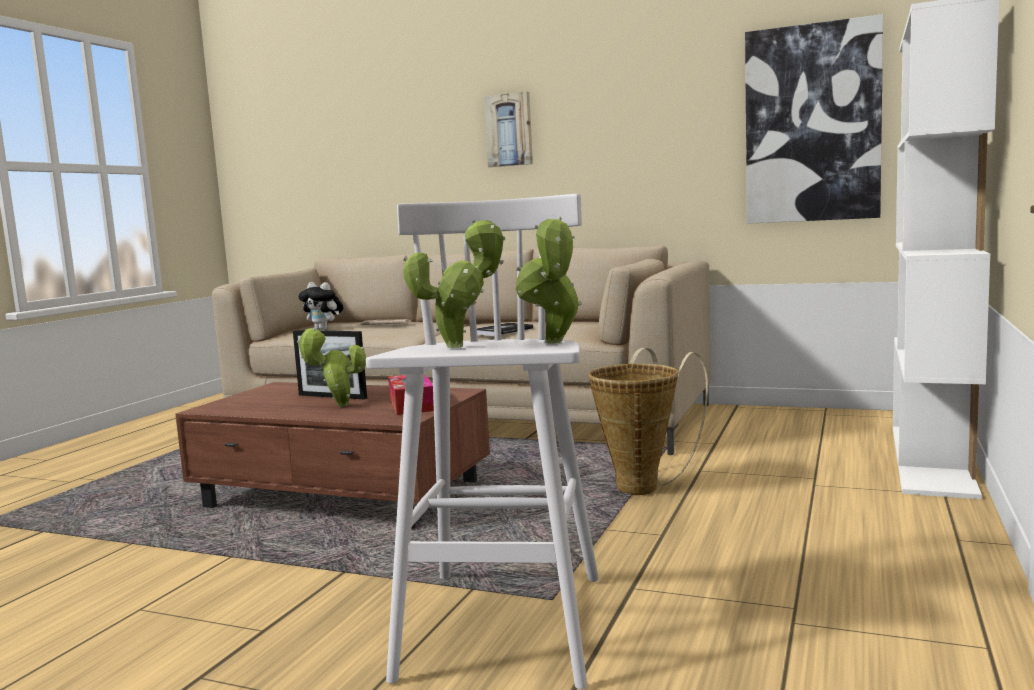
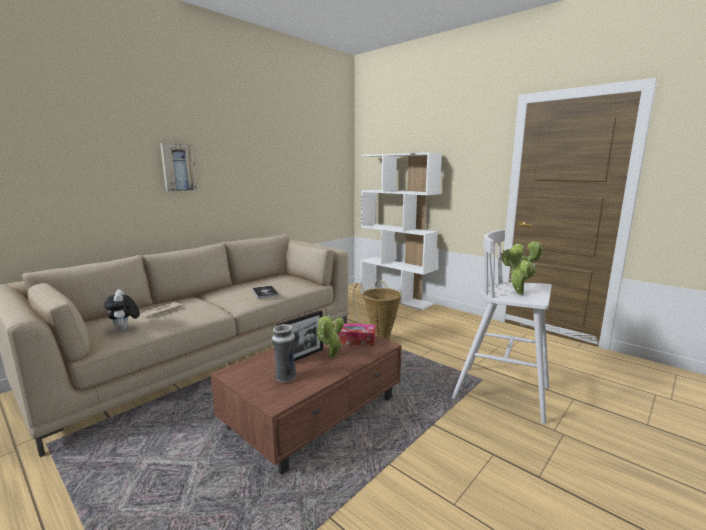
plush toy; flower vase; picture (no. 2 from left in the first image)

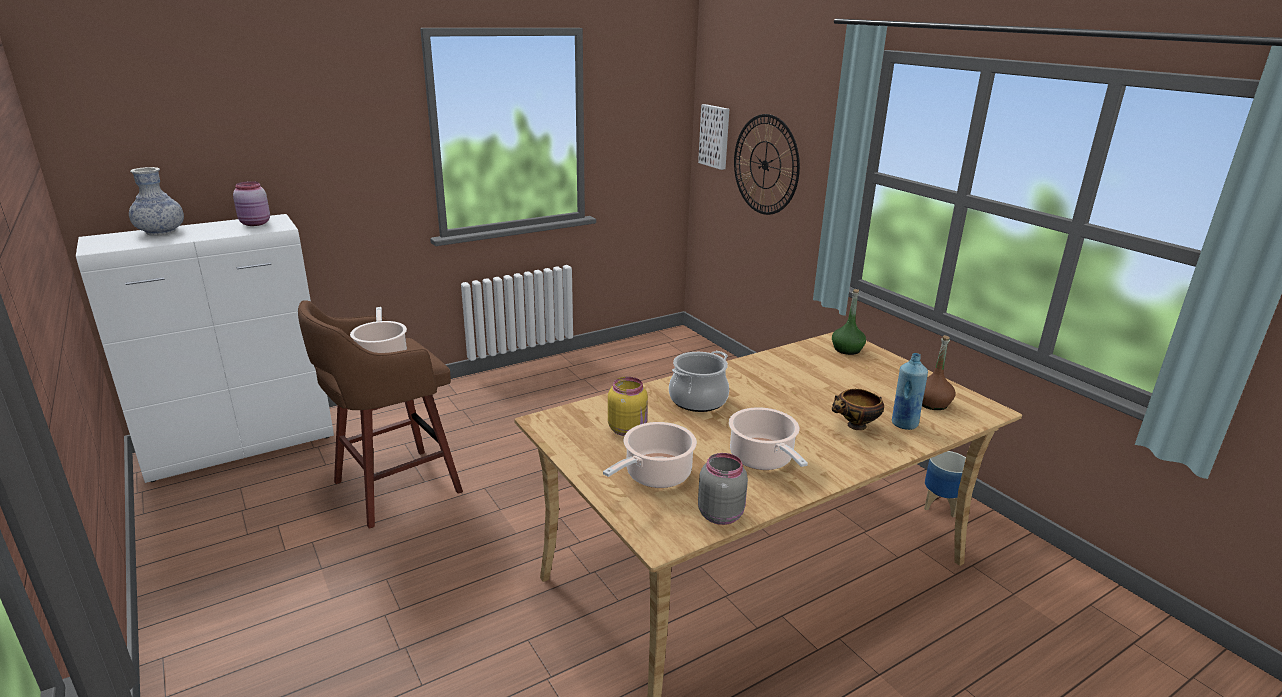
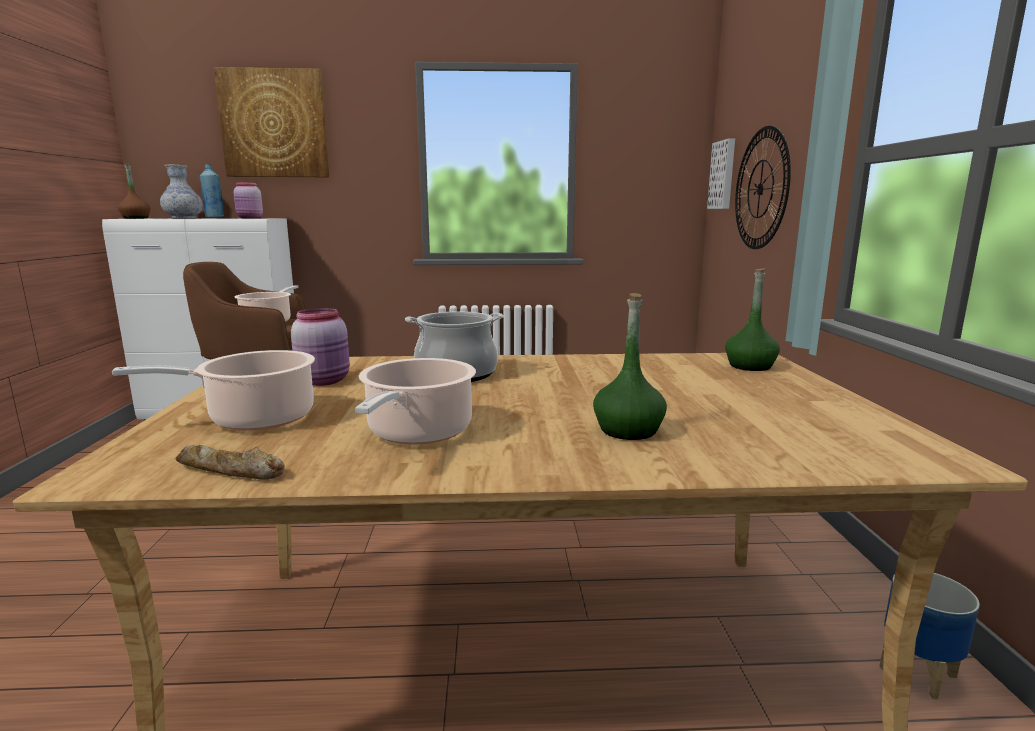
brown-coloured bottle; bread; blue-coloured bottle; picture (no. 1 from left); pink-coloured storage jar (no. 2 from left); green bottle (no. 1 from left)

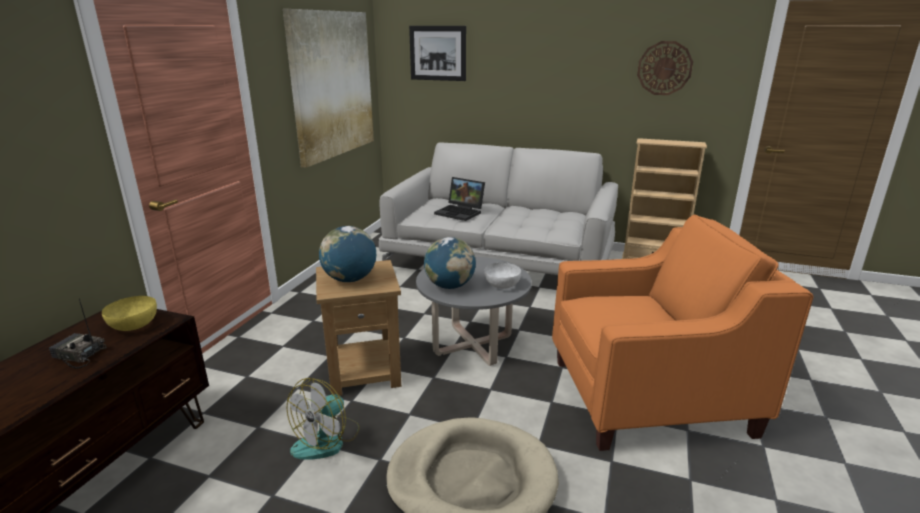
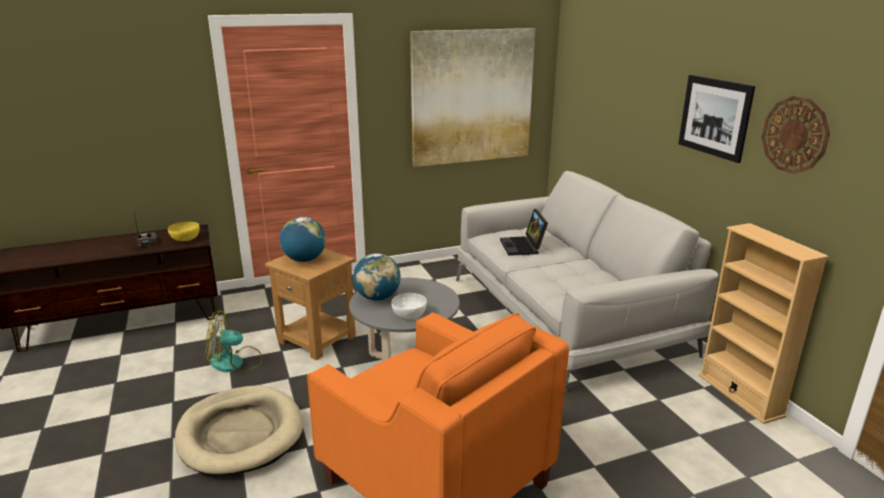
picture (no. 2 from left)

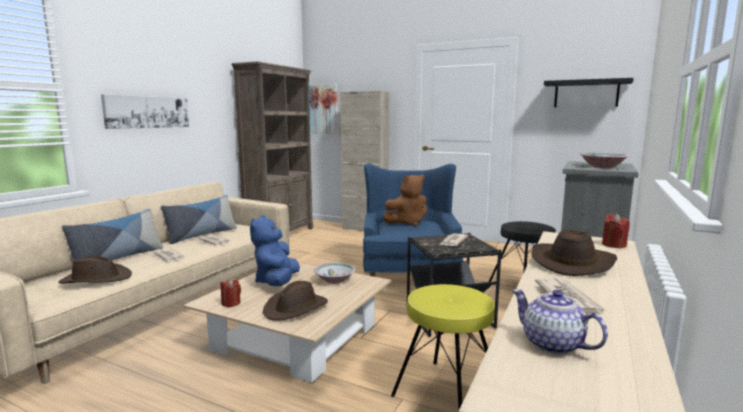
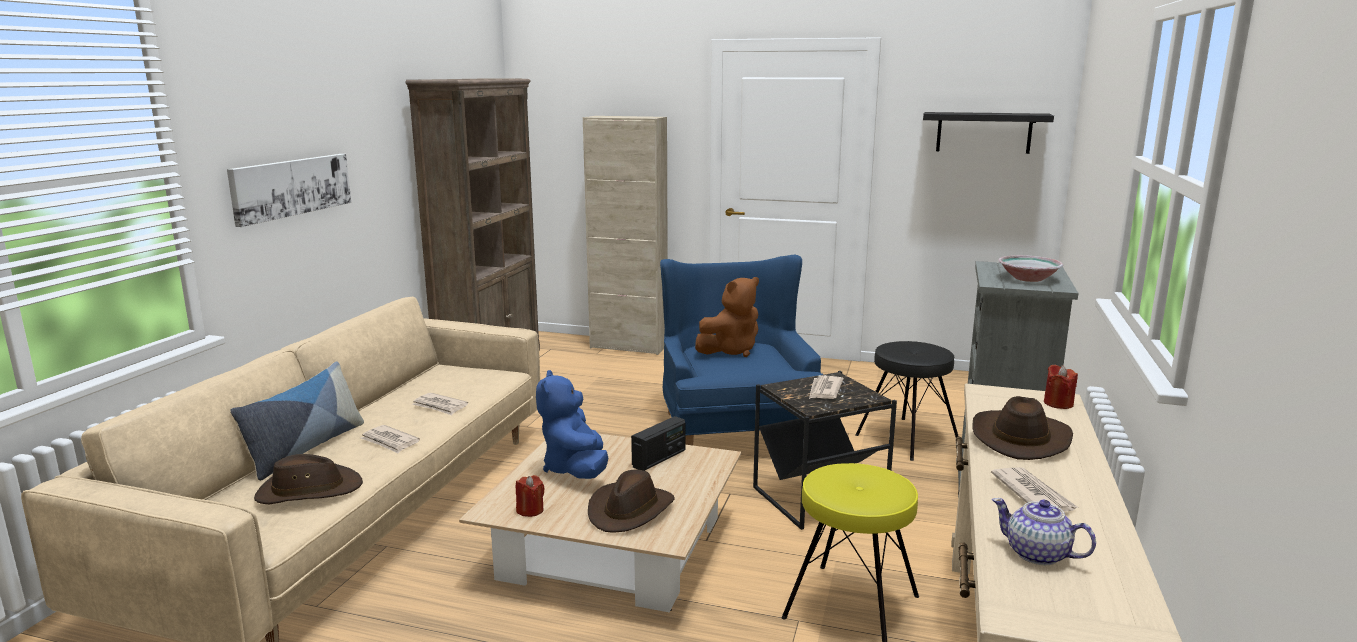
radio receiver; throw pillow (no. 2 from left in the first image); picture (no. 2 from left in the first image)

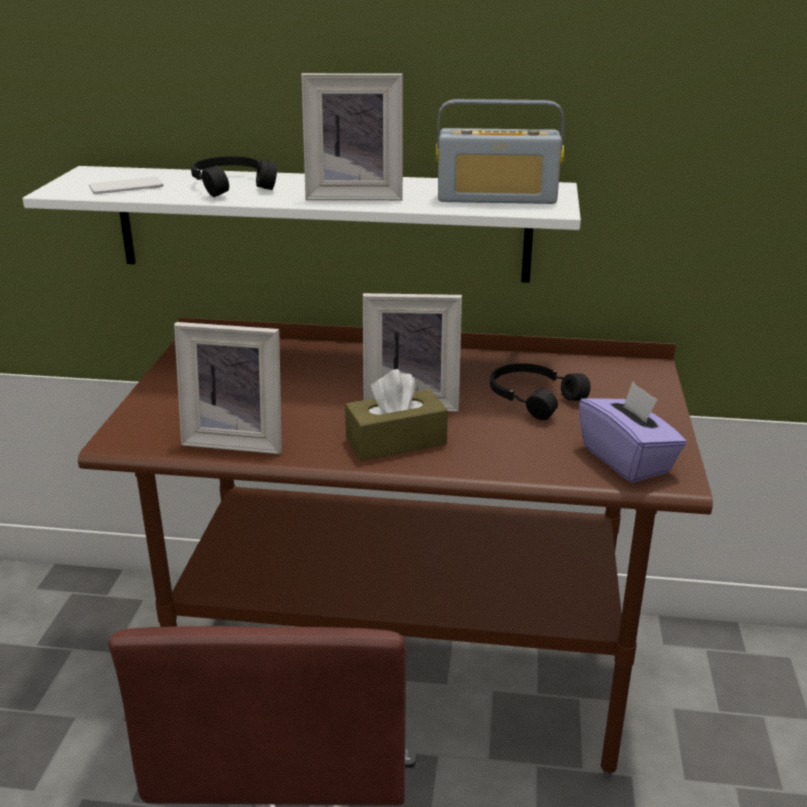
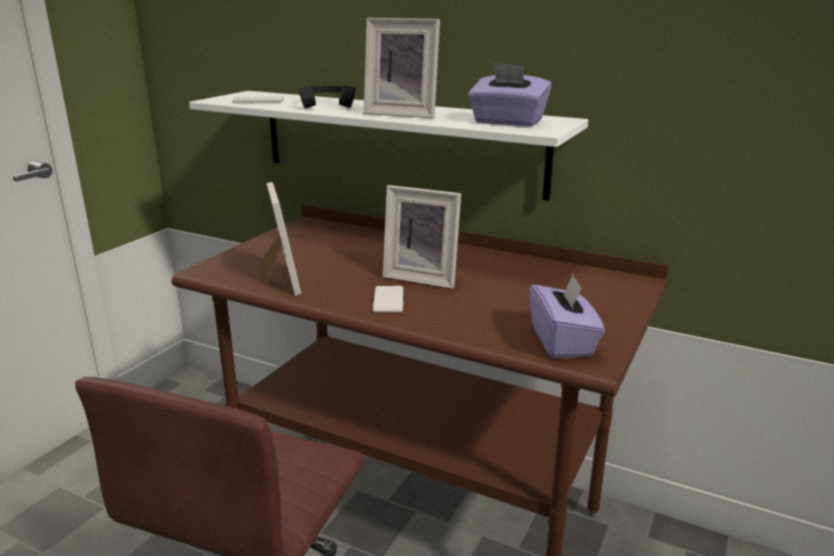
picture frame (no. 1 from left); phone (no. 2 from left); purplish box of tissues (no. 1 from left); black-coloured headset (no. 2 from left in the first image)

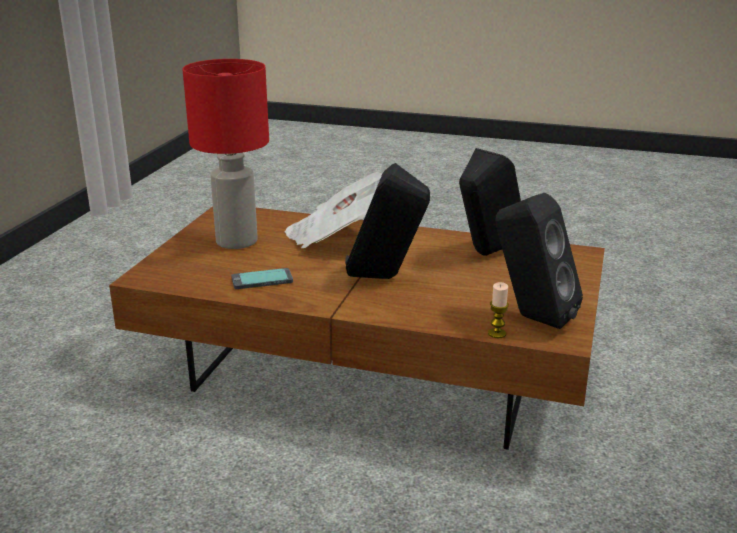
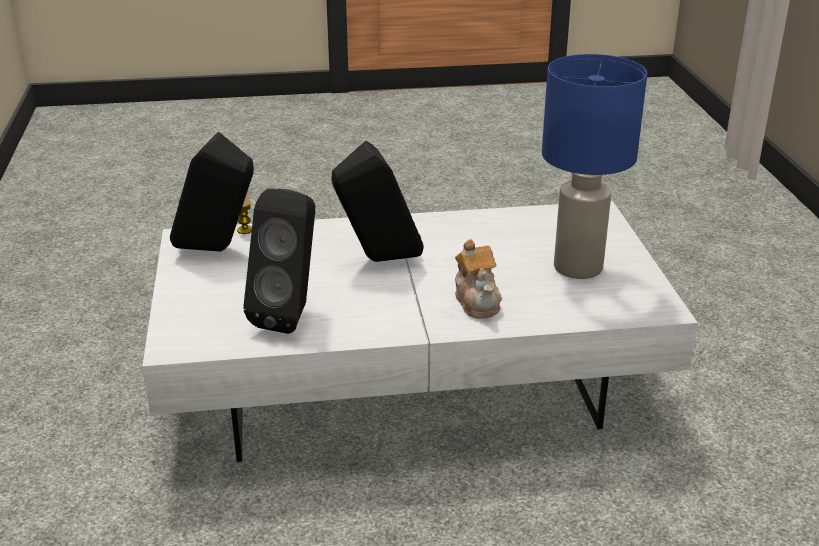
whitish coffee table; tea pot; blue-coloured lamp for a table; phone

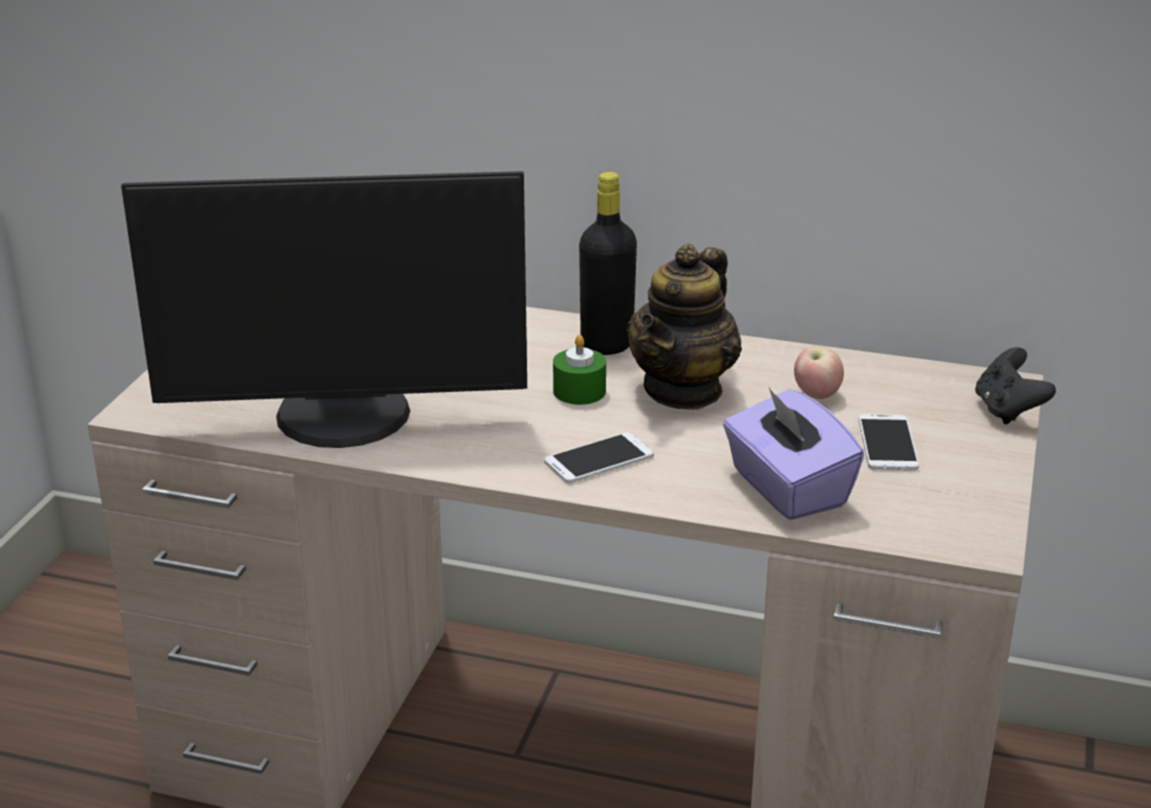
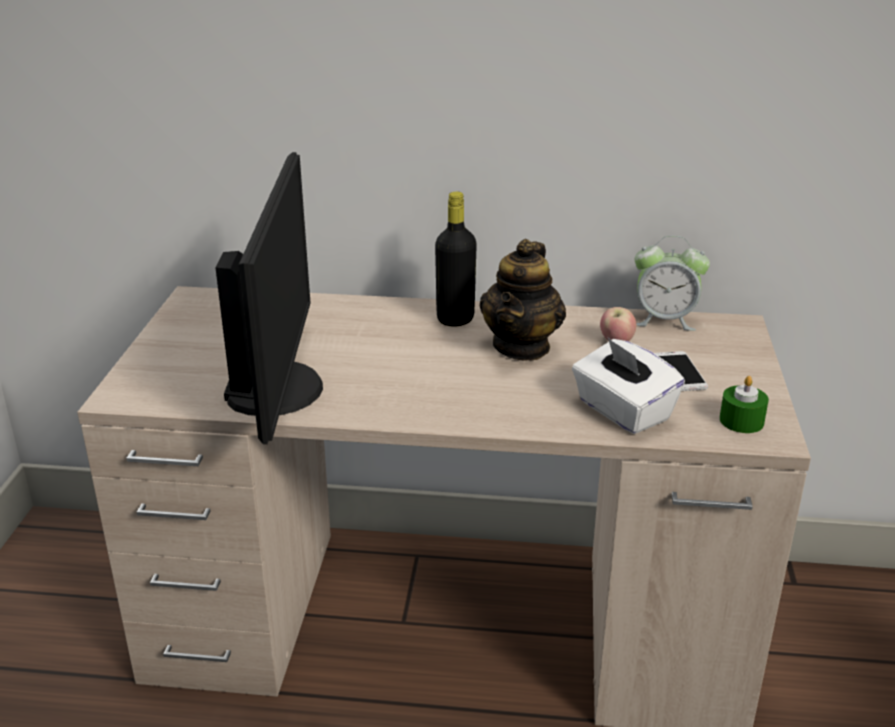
monitor; whitish box of tissues; alarm clock; green wax candle; phone (no. 1 from left in the first image); black-coloured game controller

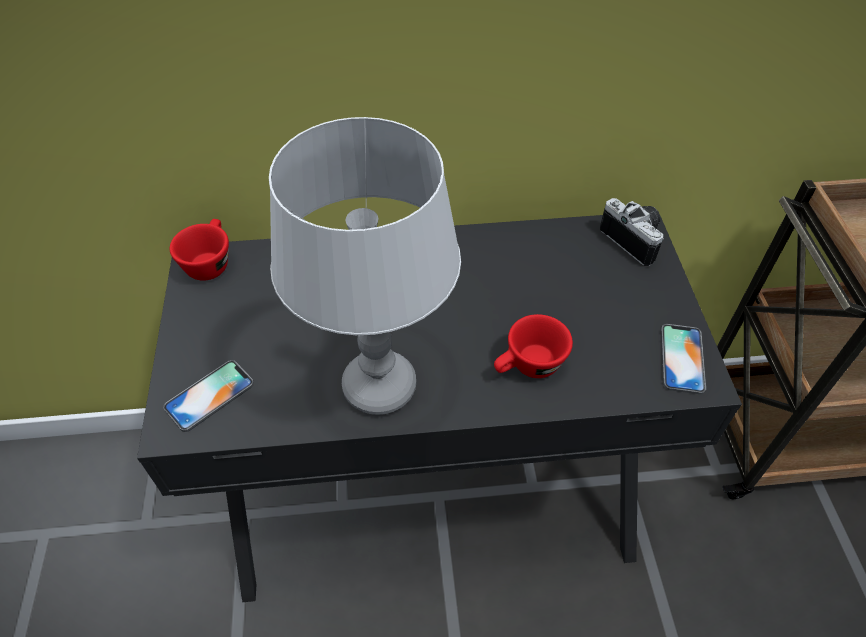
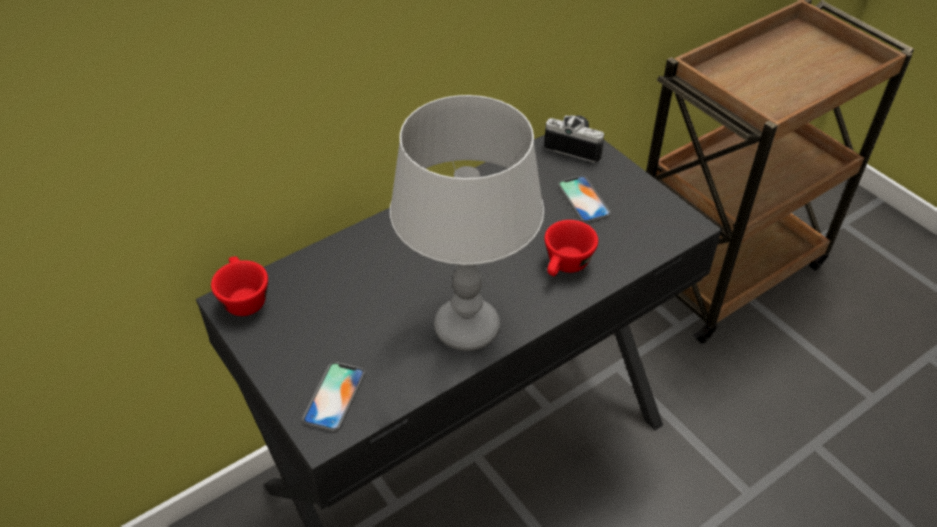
phone (no. 2 from left)

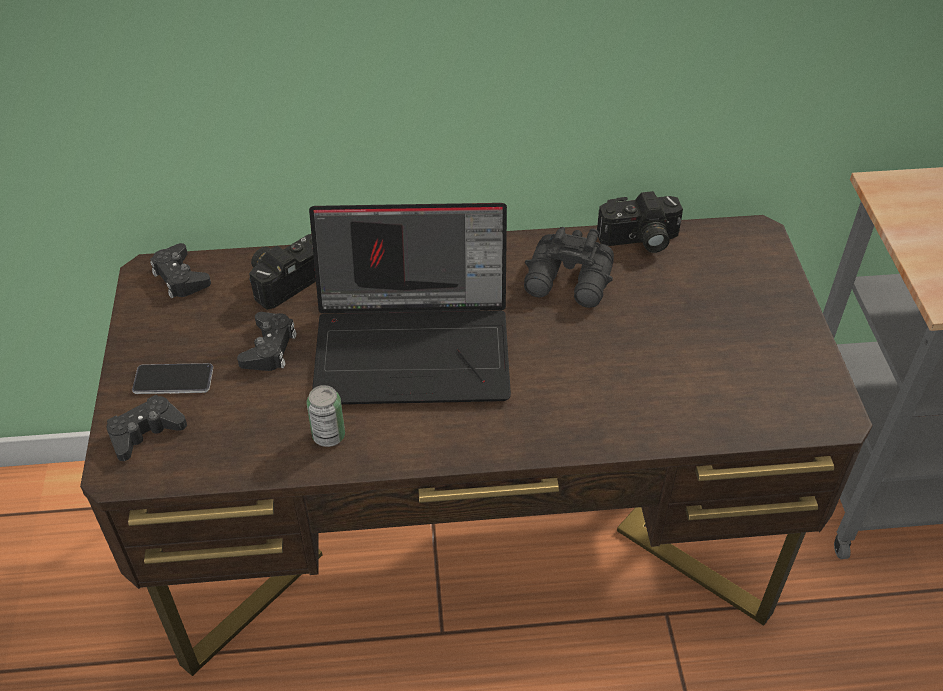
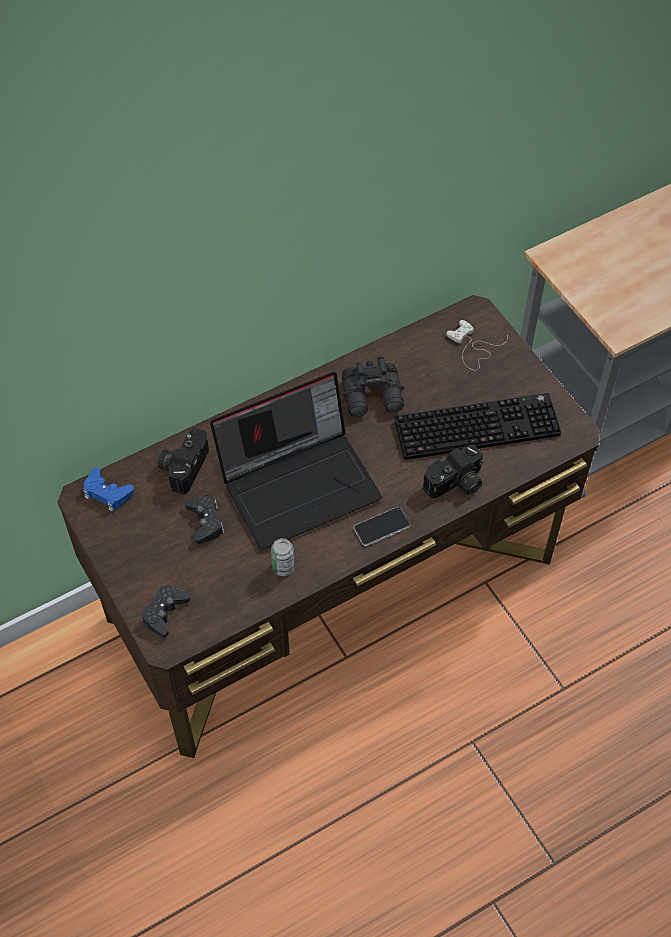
blue-coloured game controller; phone; PC keyboard; still camera (no. 2 from left); whitish game controller

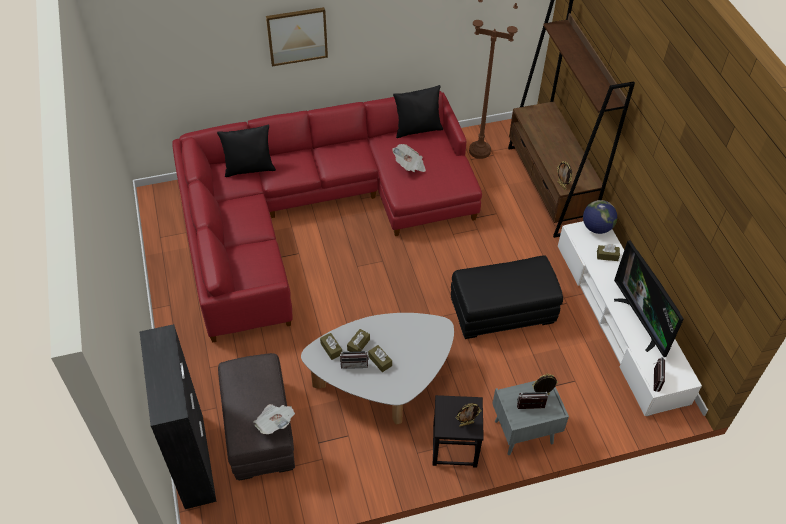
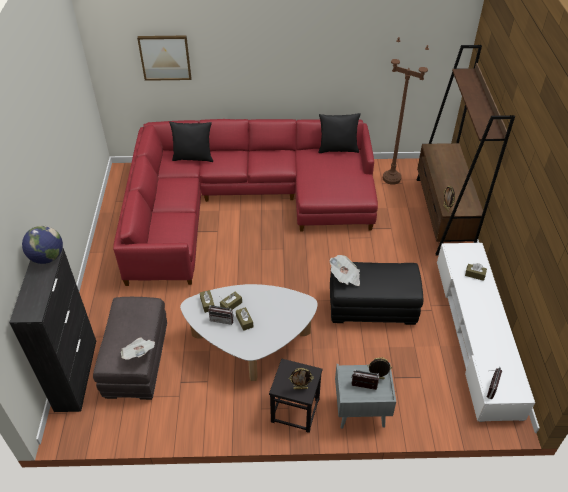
world globe; picture; newspaper (no. 2 from left); TV

